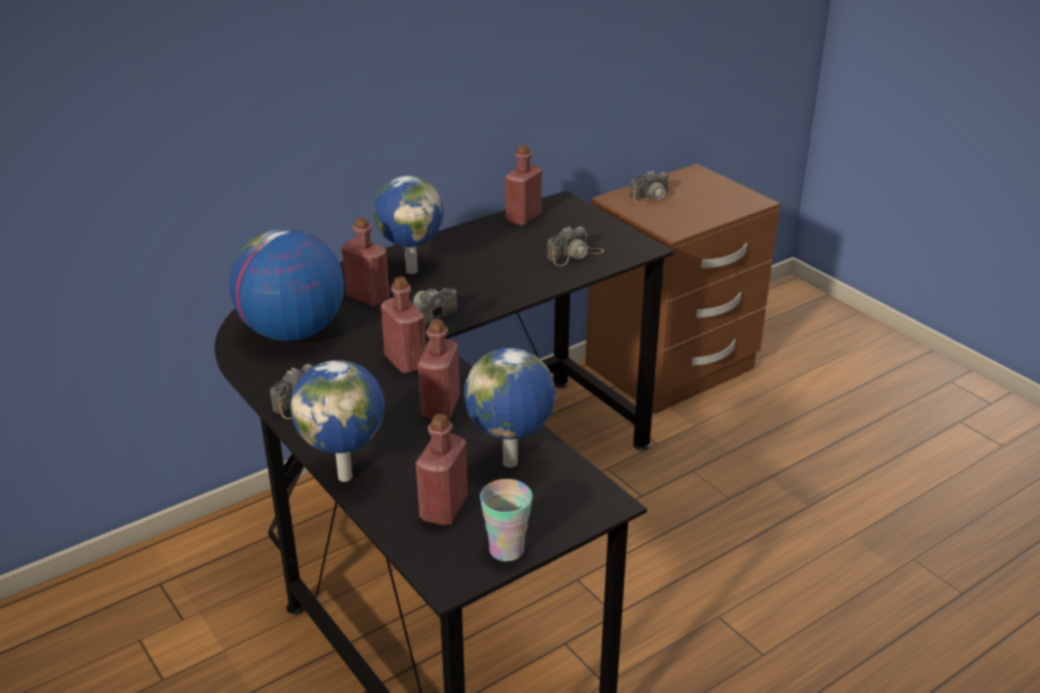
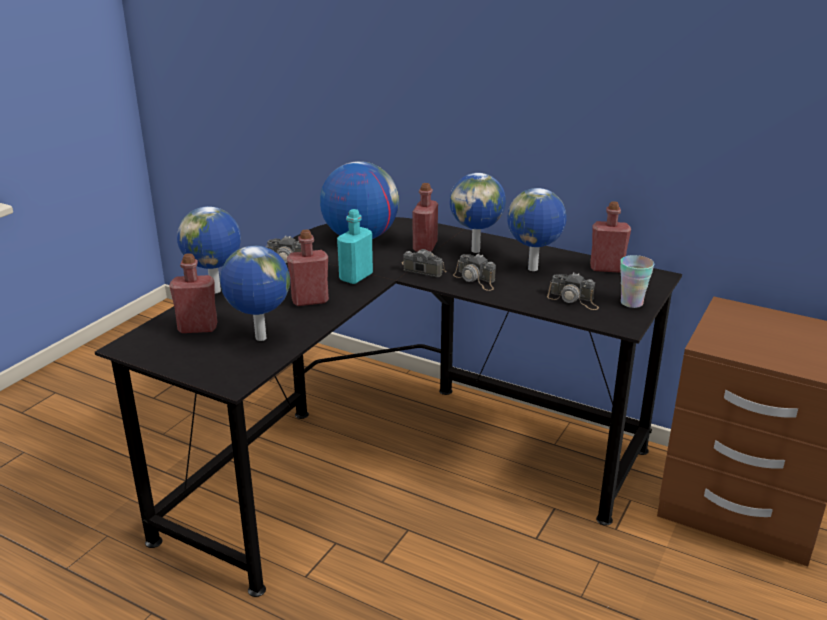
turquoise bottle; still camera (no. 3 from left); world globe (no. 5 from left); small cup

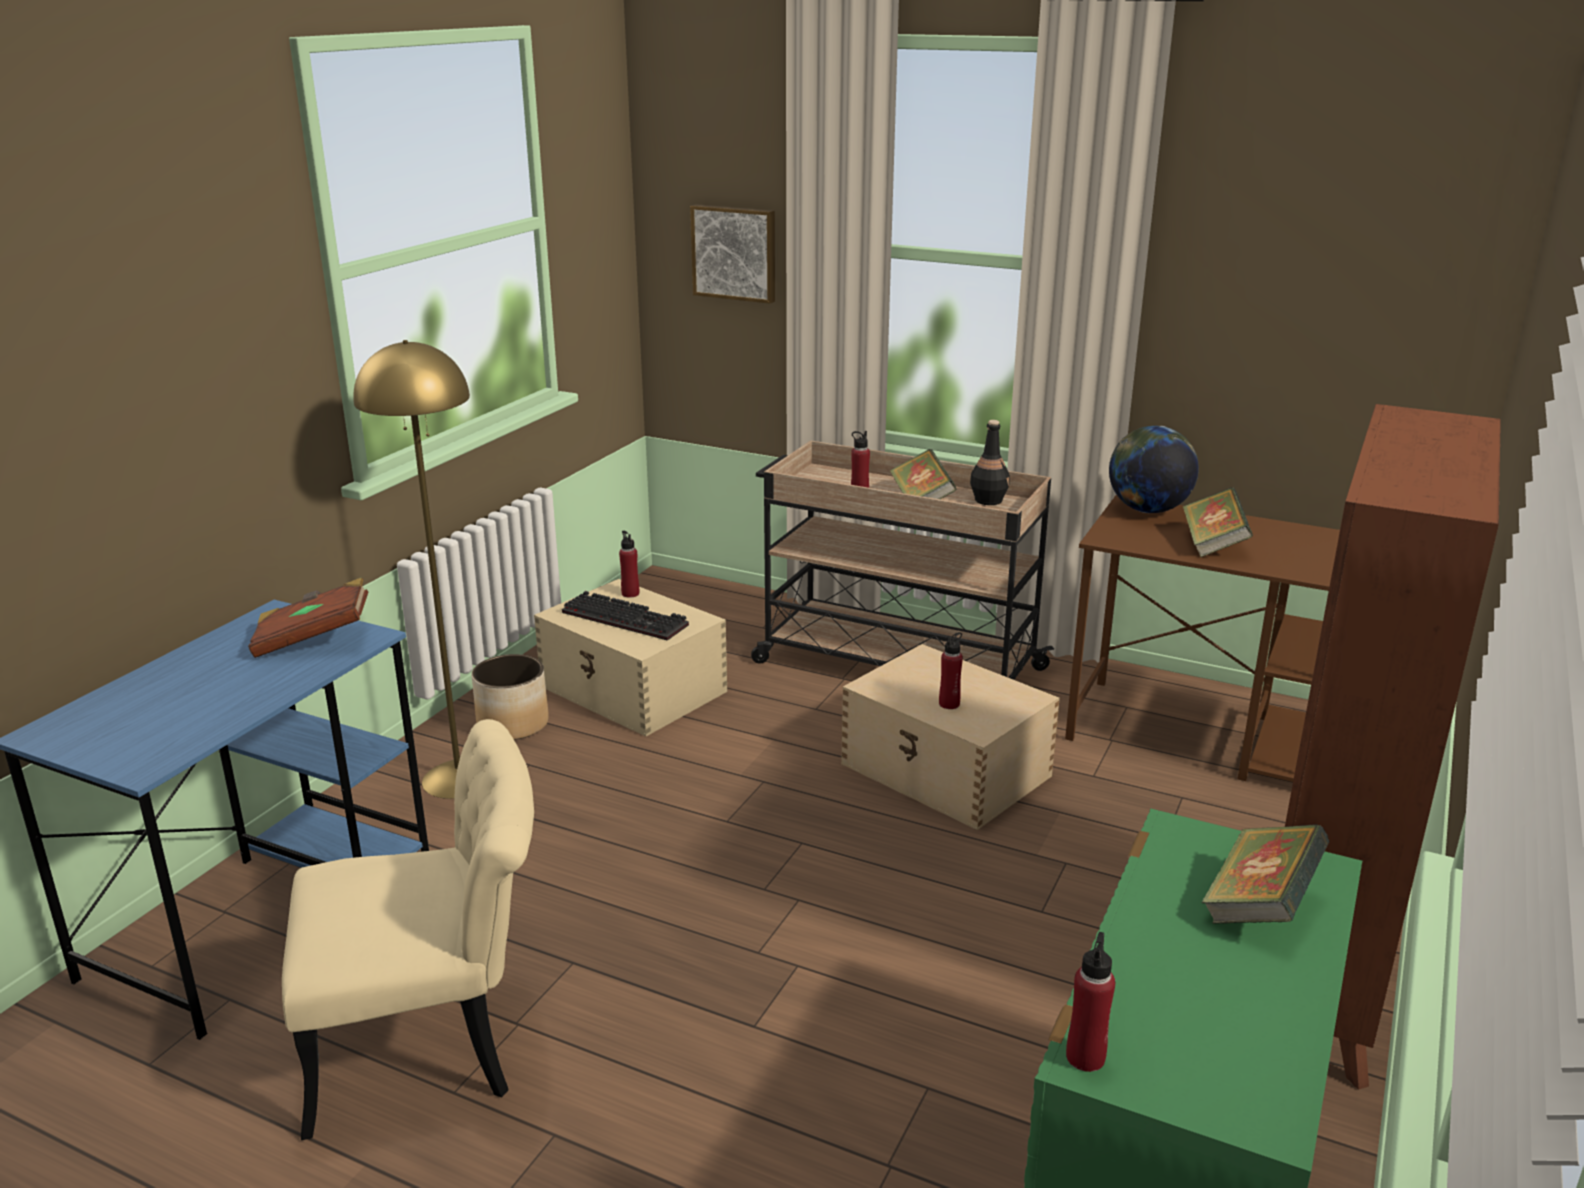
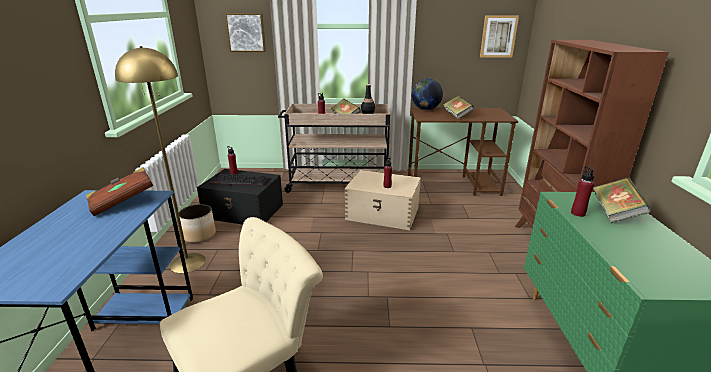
black-coloured storage bin; picture (no. 2 from left); red bottle (no. 4 from left)

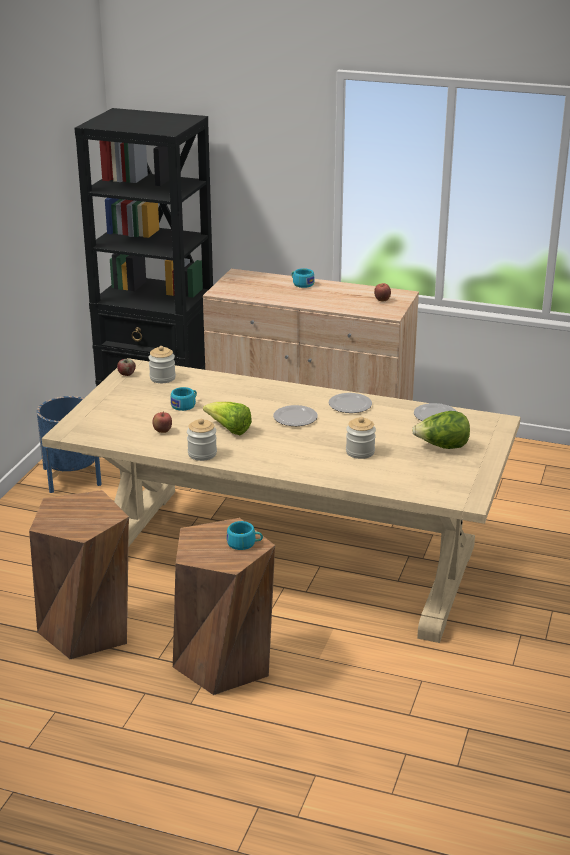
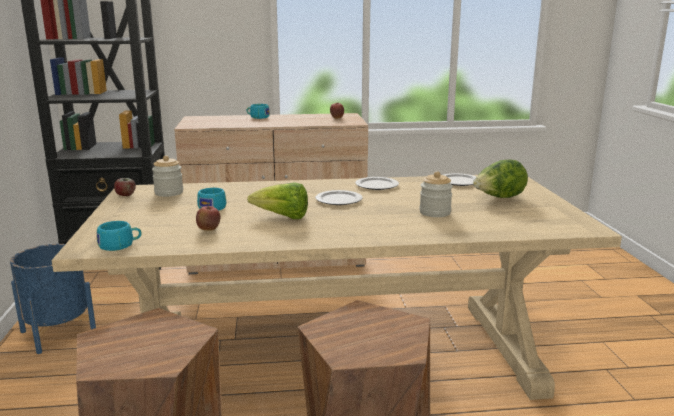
turquoise small cup (no. 1 from left); storage jar (no. 2 from left in the first image)

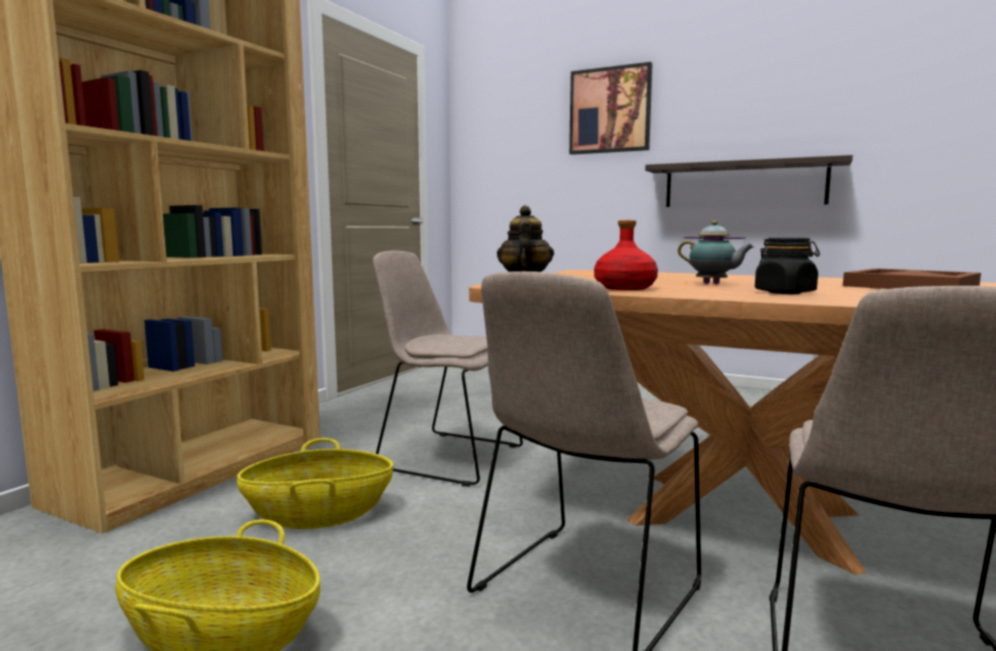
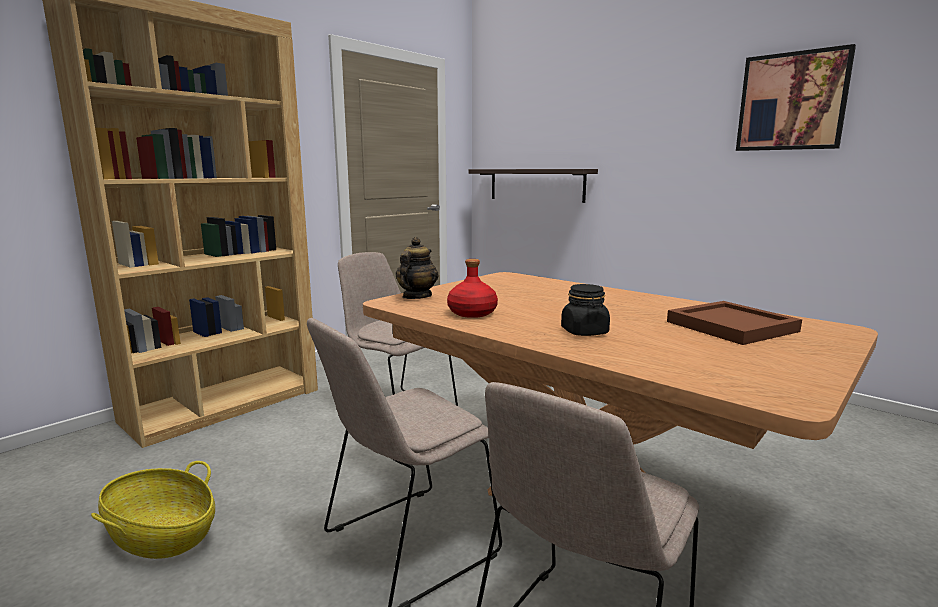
shelf; picture; storage basket (no. 2 from left in the first image); tea pot (no. 2 from left in the first image)

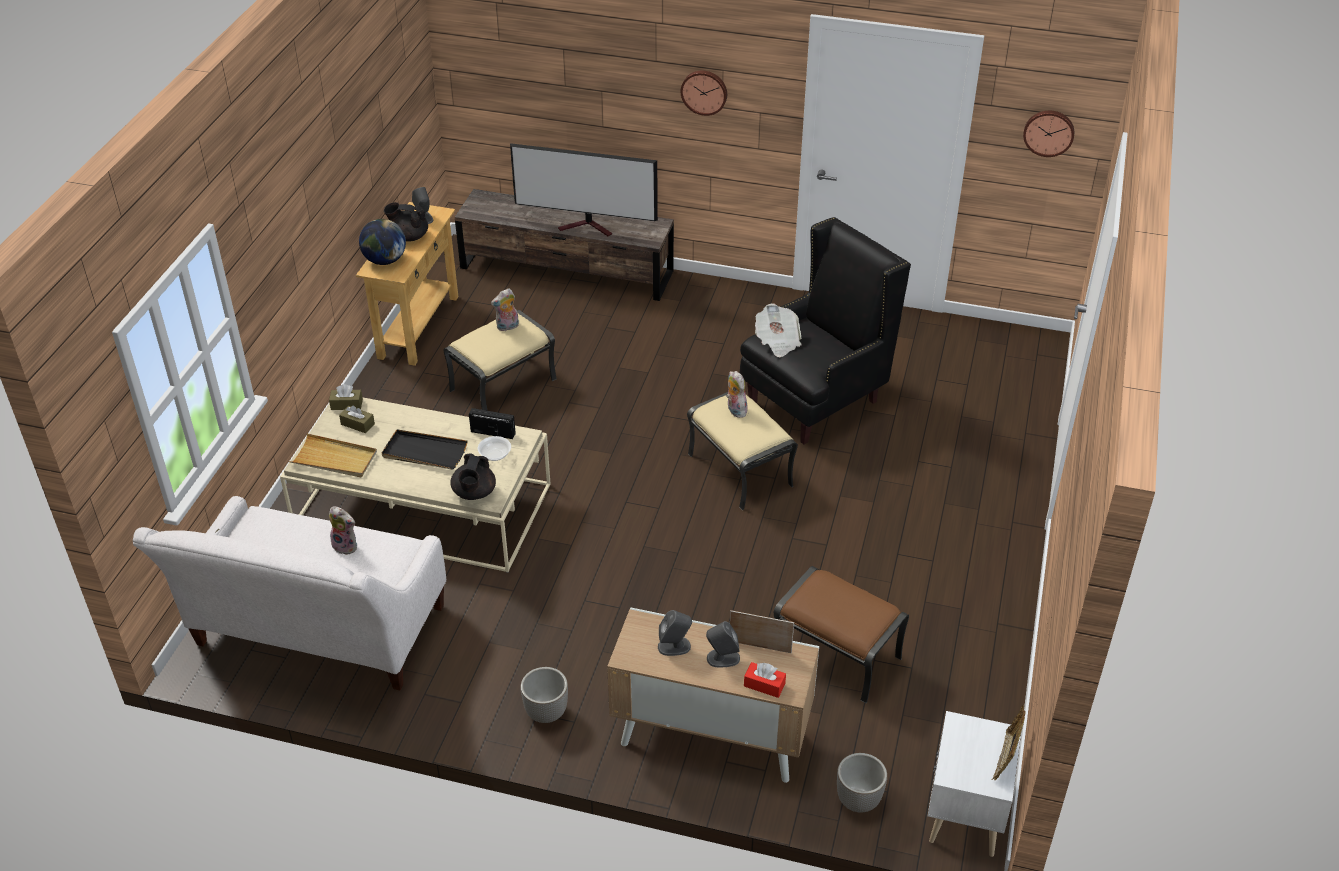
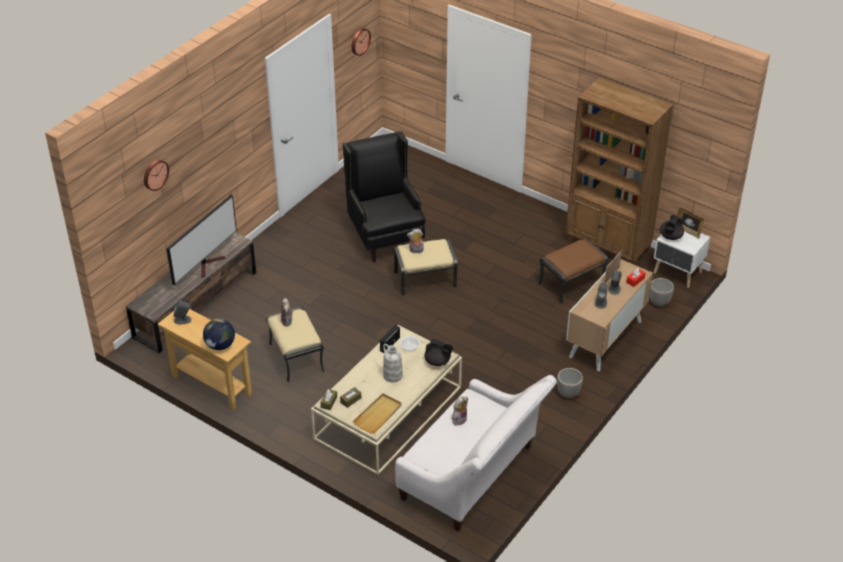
wall clock (no. 1 from left); whitish flower vase; brown-coloured shelving unit; black-coloured tea pot (no. 2 from left); newspaper

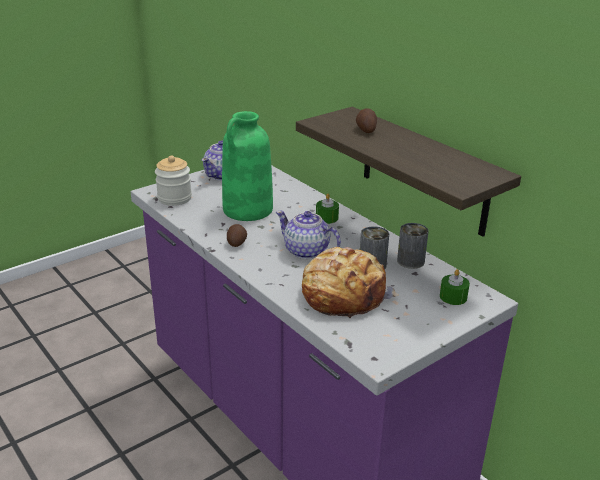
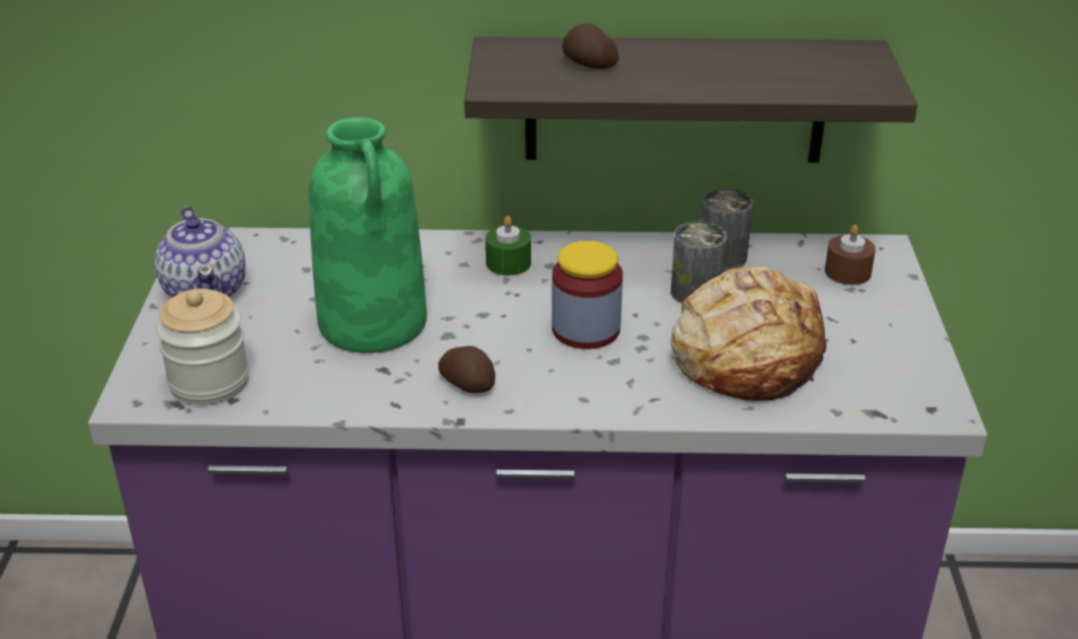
storage jar (no. 2 from left); brown-coloured wax candle

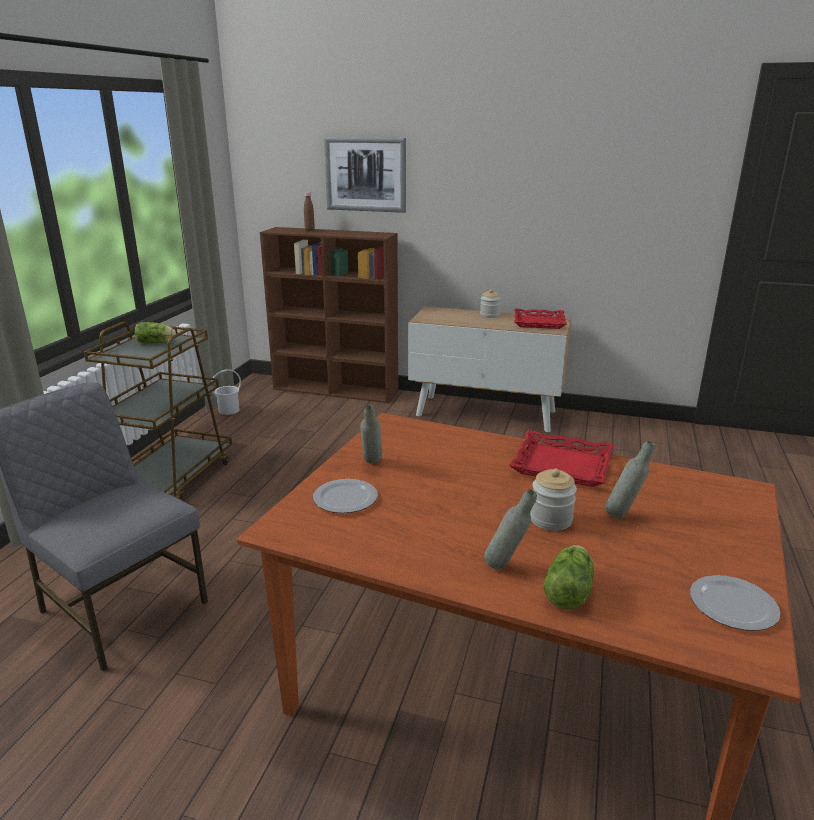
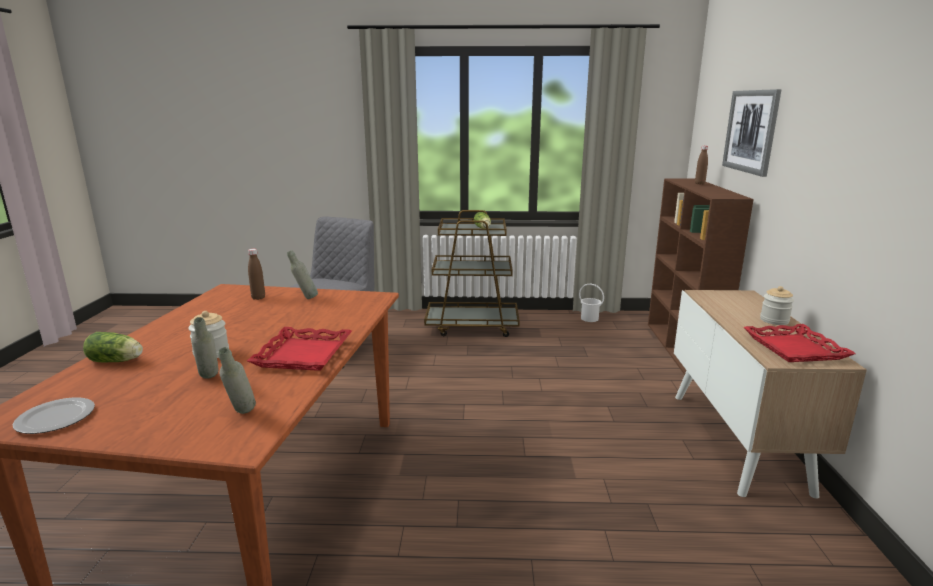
gray bottle (no. 2 from left); brown-coloured bottle (no. 1 from left)

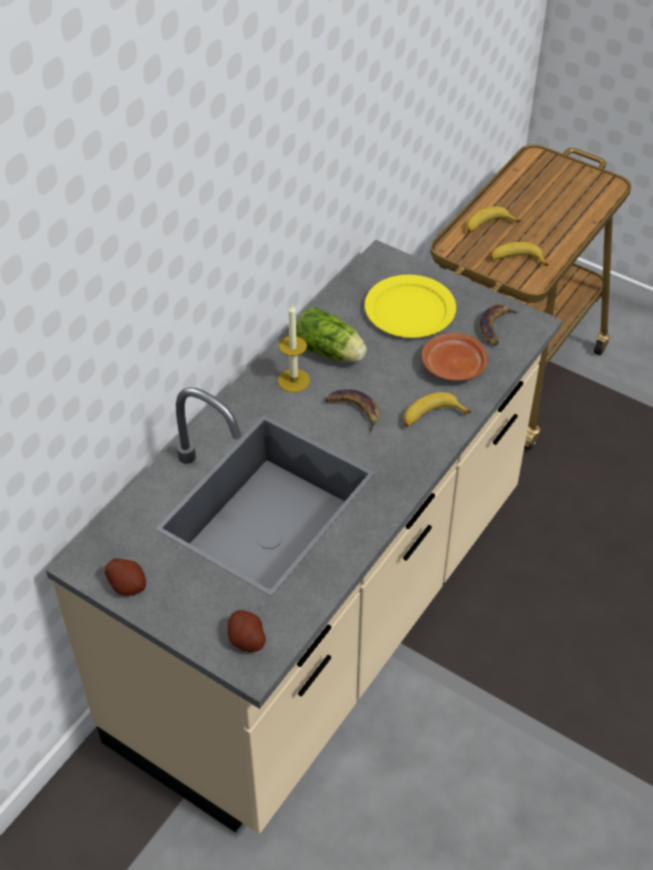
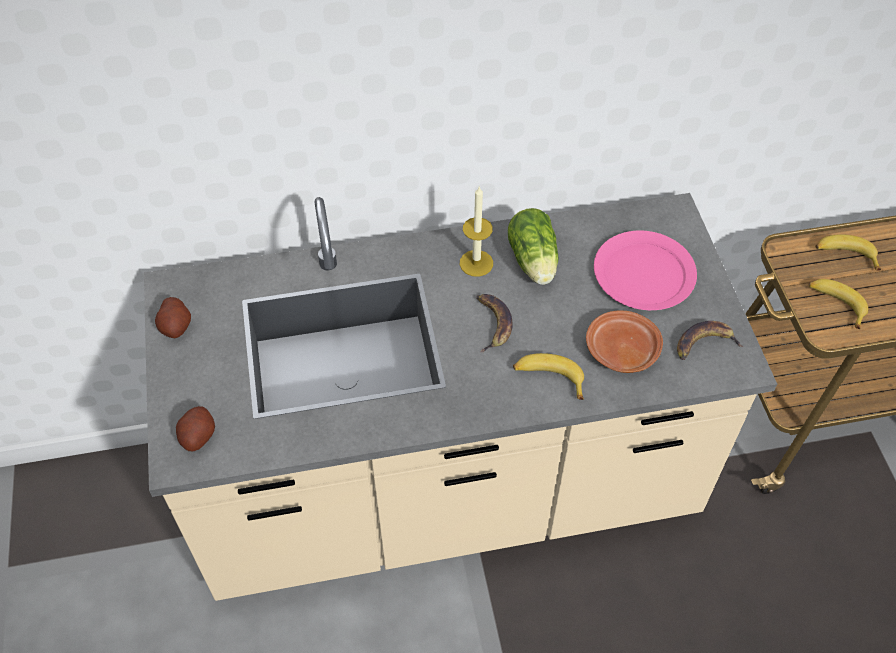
pink-coloured plate

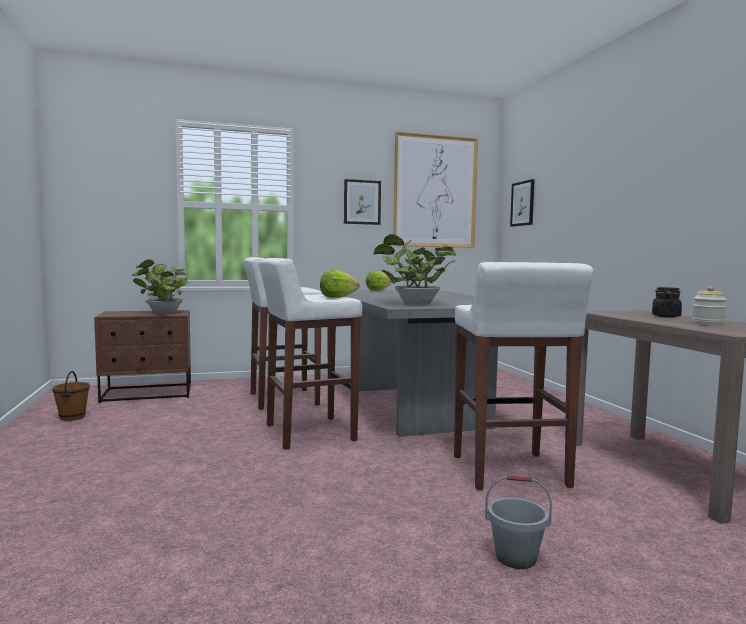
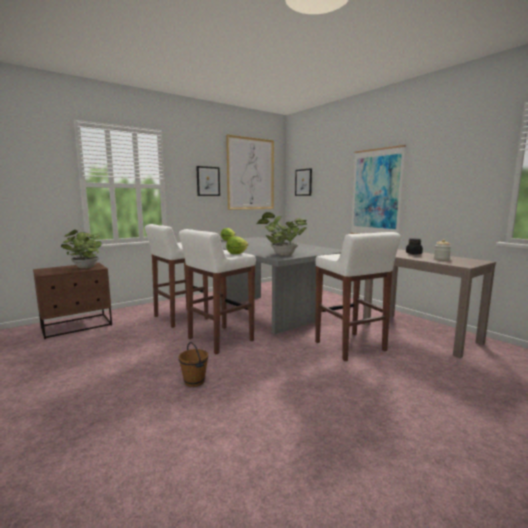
brown-coloured water bucket; picture (no. 4 from left); gray water bucket

